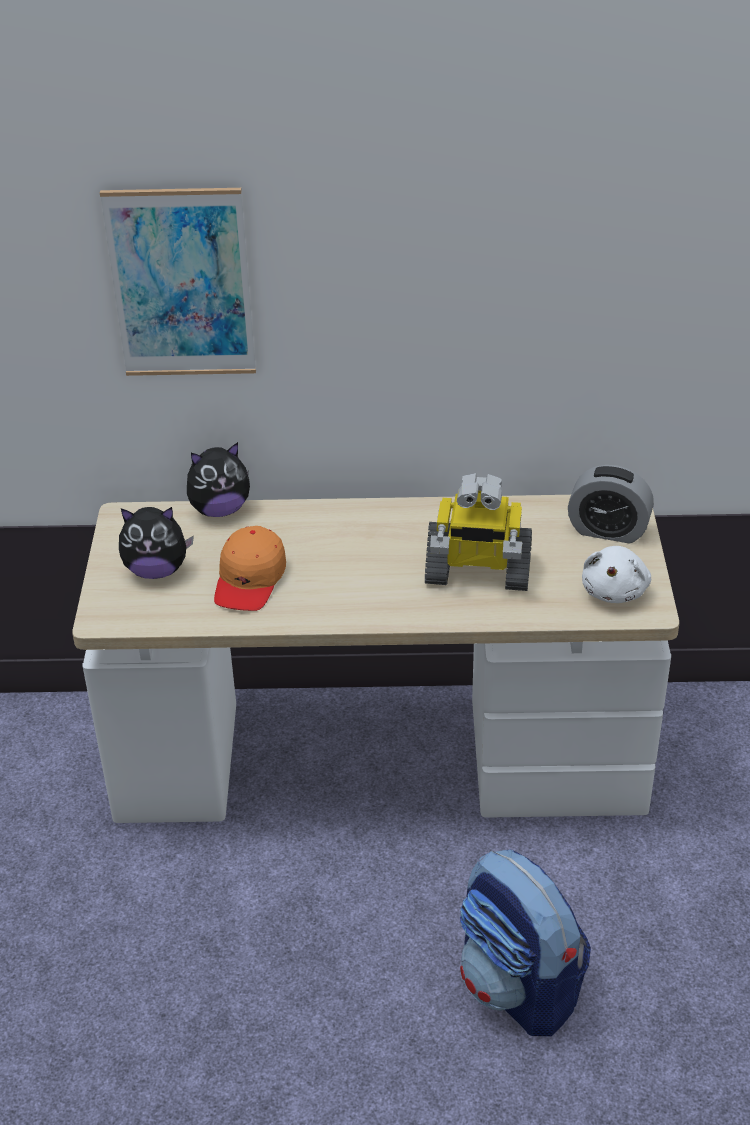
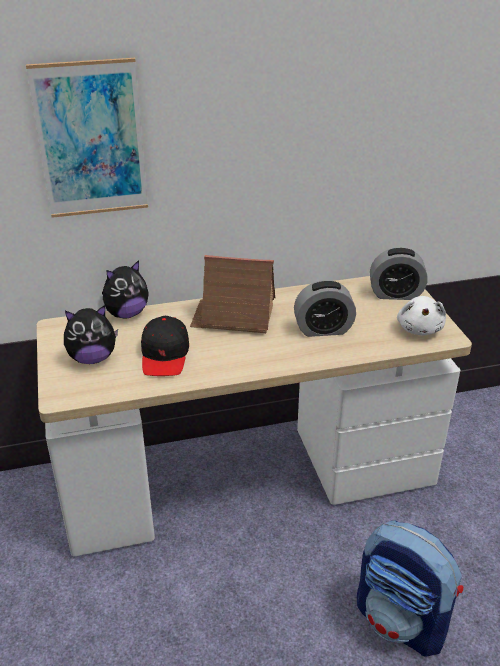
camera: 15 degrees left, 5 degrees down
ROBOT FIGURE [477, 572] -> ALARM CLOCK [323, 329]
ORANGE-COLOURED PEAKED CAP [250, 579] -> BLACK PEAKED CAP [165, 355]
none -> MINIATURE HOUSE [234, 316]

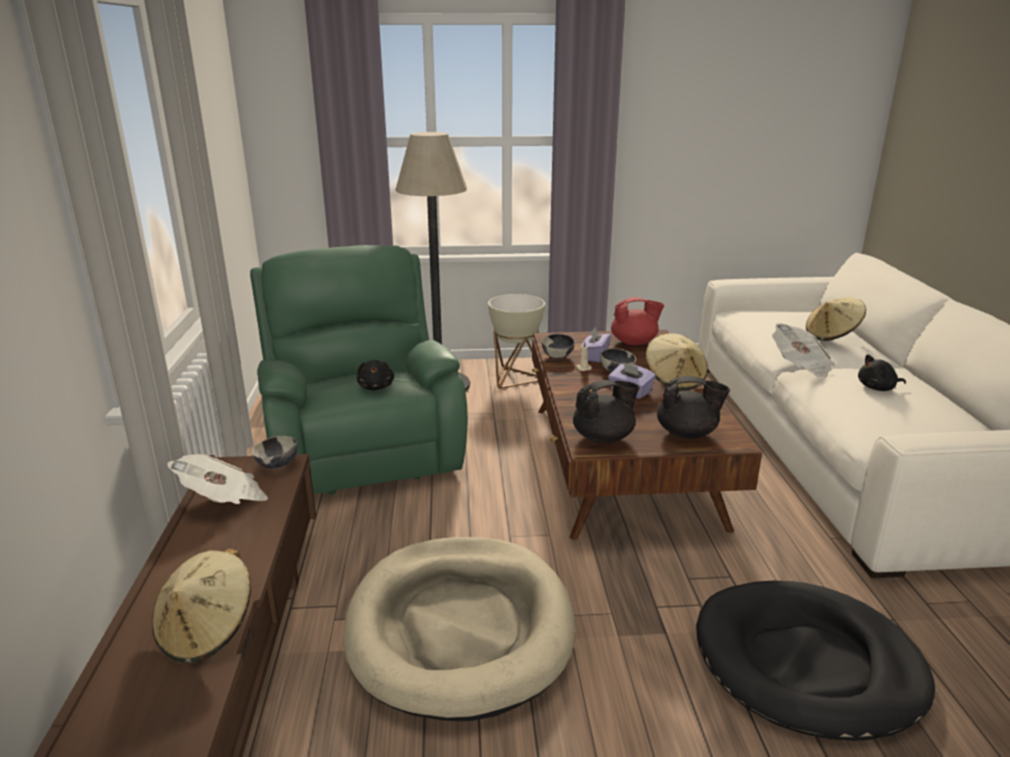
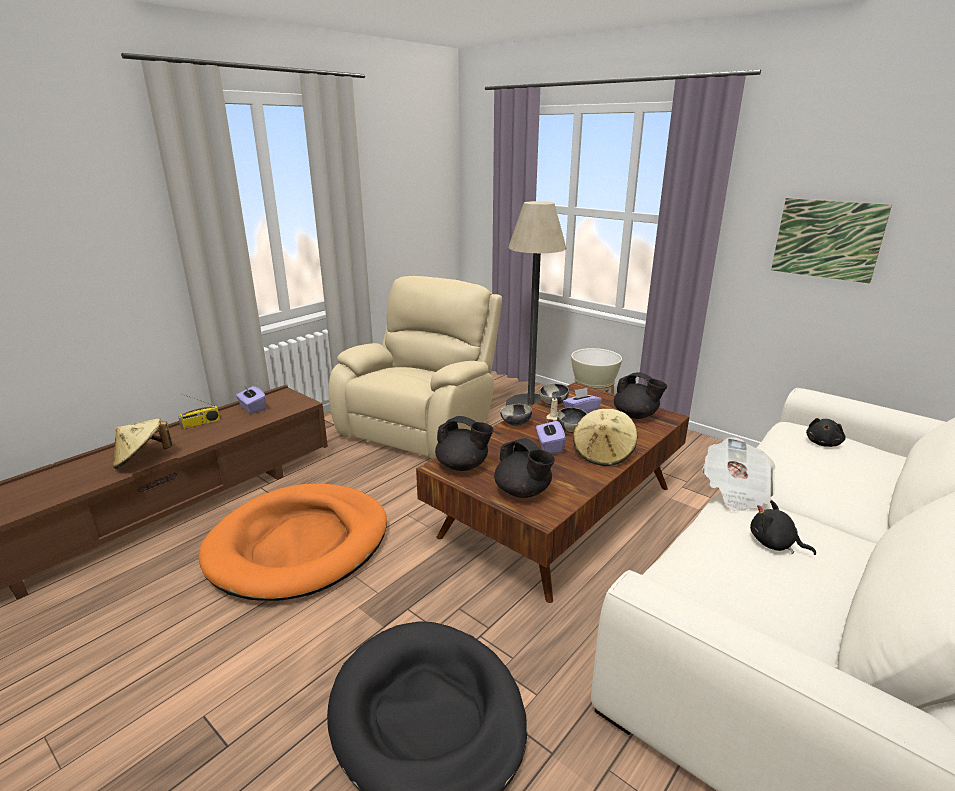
camera: 45 degrees right, 0 degrees up
GREEN ARMCHAIR [364, 451] -> BEIGE ARMCHAIR [421, 427]
RED TEAPOT [634, 342] -> BLACK TEAPOT [636, 415]
BEIGE HAT [832, 335] -> none
BLACK PLUSH TOY [376, 387] -> BLACK PLUSH TOY [823, 443], shifted
BOWL [277, 466] -> BOWL [515, 424], shifted
NEWSPAPER [224, 499] -> PURPLISH TISSUE HOLDER [252, 408]
BEIGE PET BED [460, 628] -> ORANGE-COLOURED PET BED [299, 545]
none -> PICTURE [827, 239]
none -> RADIO RECEIVER [200, 423]

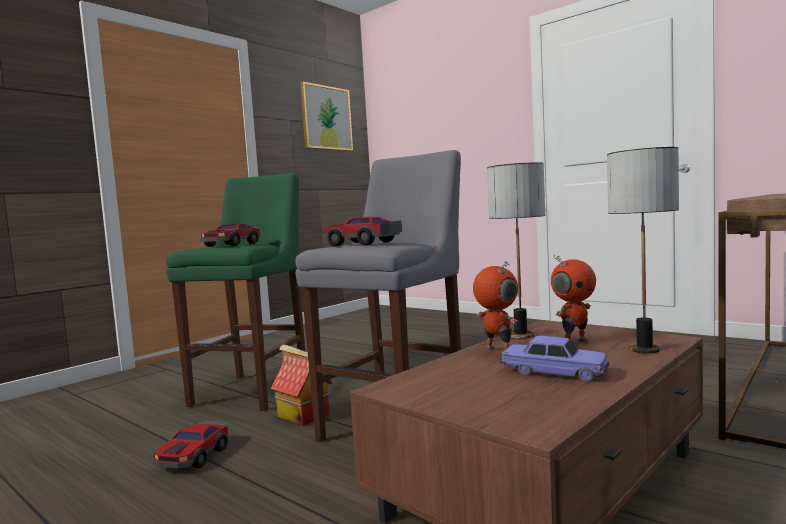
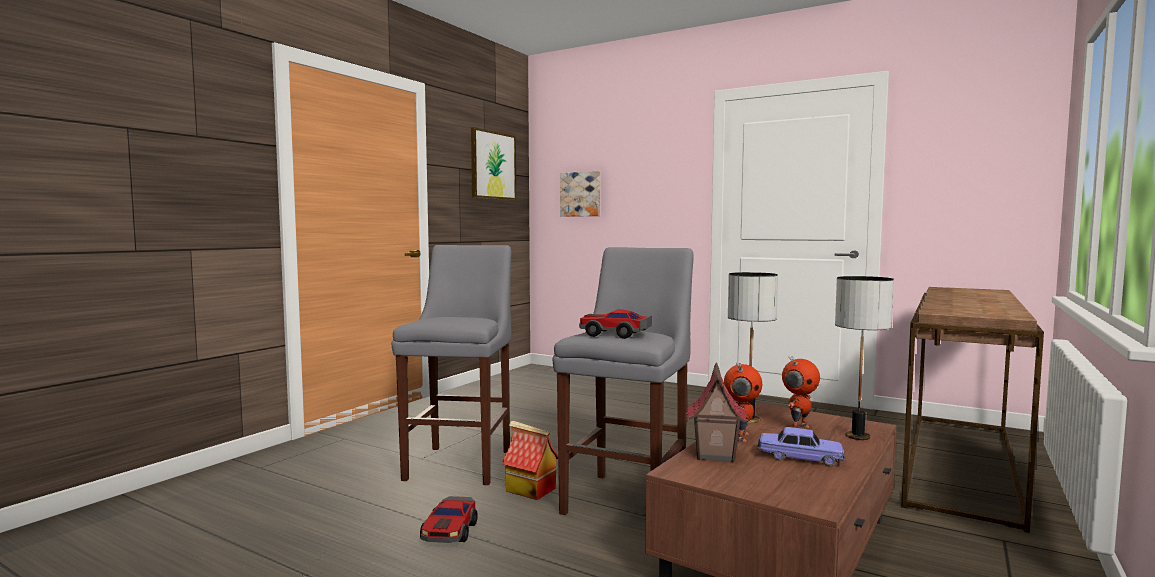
camera: 10 degrees left, 0 degrees up
GREEN STOOL SEAT [255, 390] -> GREYISH STOOL SEAT [462, 463]
MODEL CAR [232, 245] -> none
ROBOT FIGURE [497, 352] -> ROBOT FIGURE [741, 437], 60 degrees clockwise
none -> PICTURE [581, 194]
none -> MINIATURE HOUSE [714, 454]

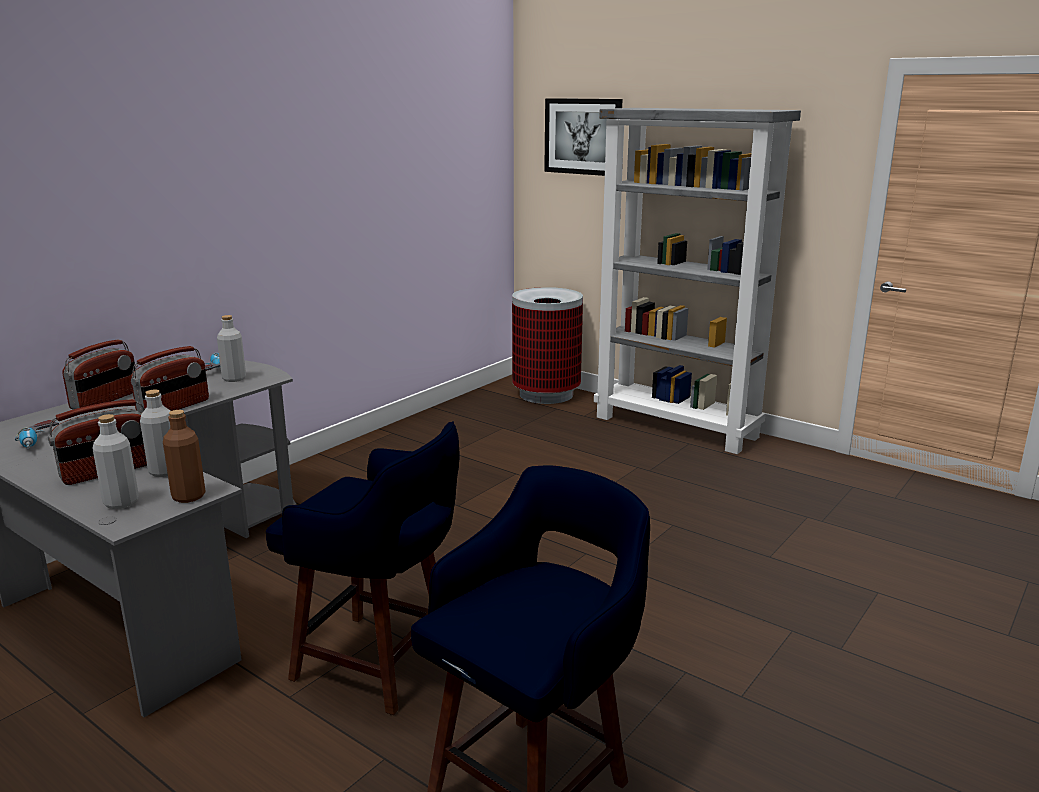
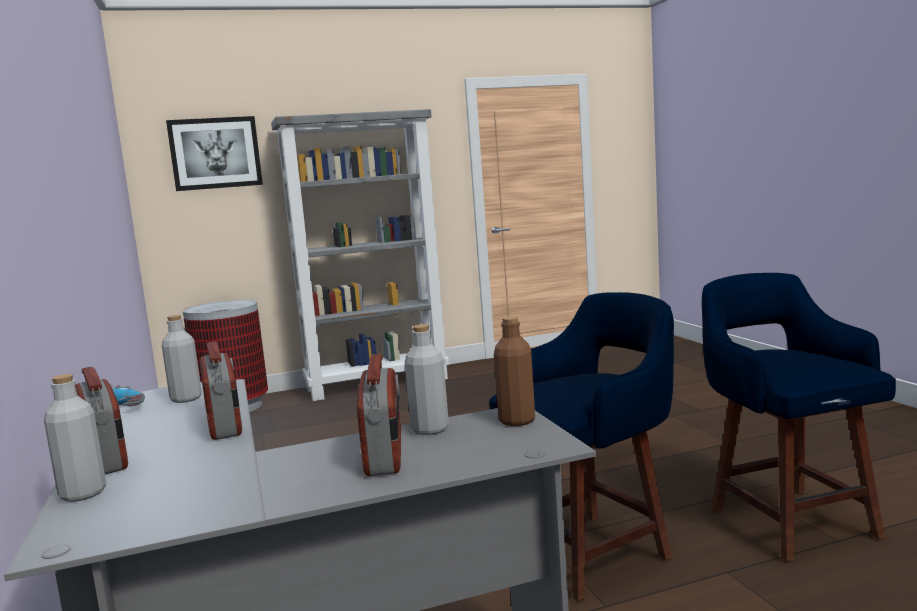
camera: 55 degrees left, 10 degrees down
GREYISH BOTTLE [121, 502] -> GREYISH BOTTLE [83, 494], shifted
DRILL [39, 442] -> none

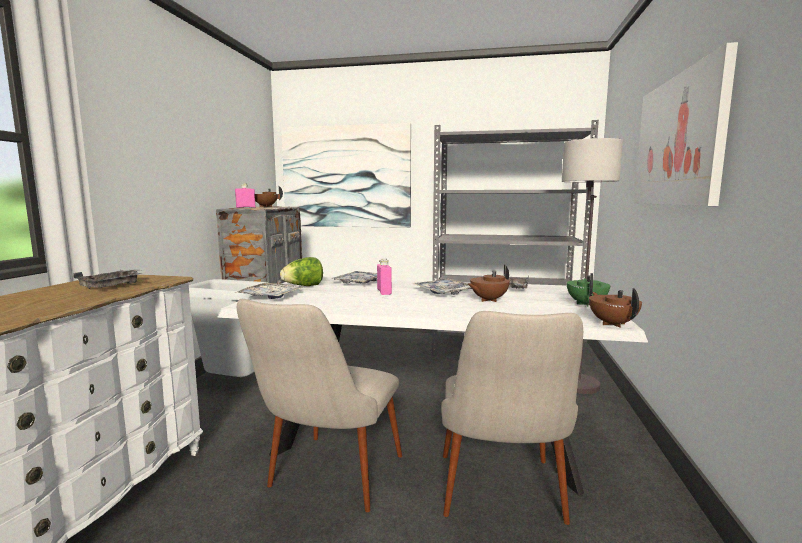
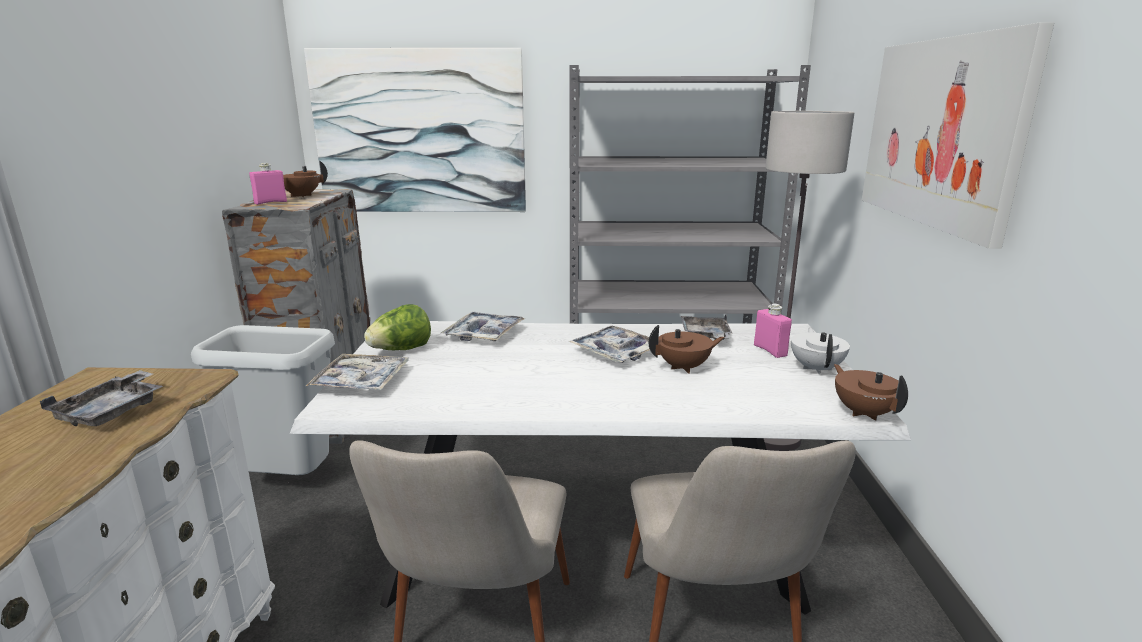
camera: 10 degrees left, 10 degrees up
PINK BOTTLE [384, 292] -> PINK BOTTLE [770, 350], shifted
BROWNISH TEAPOT [488, 300] -> BROWNISH TEAPOT [684, 368], 150 degrees counterclockwise
GREEN TEAPOT [587, 304] -> WHITISH TEAPOT [816, 368]

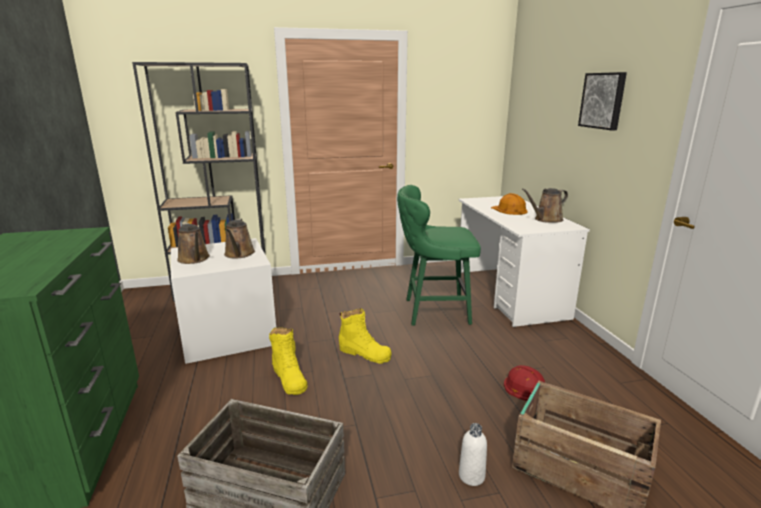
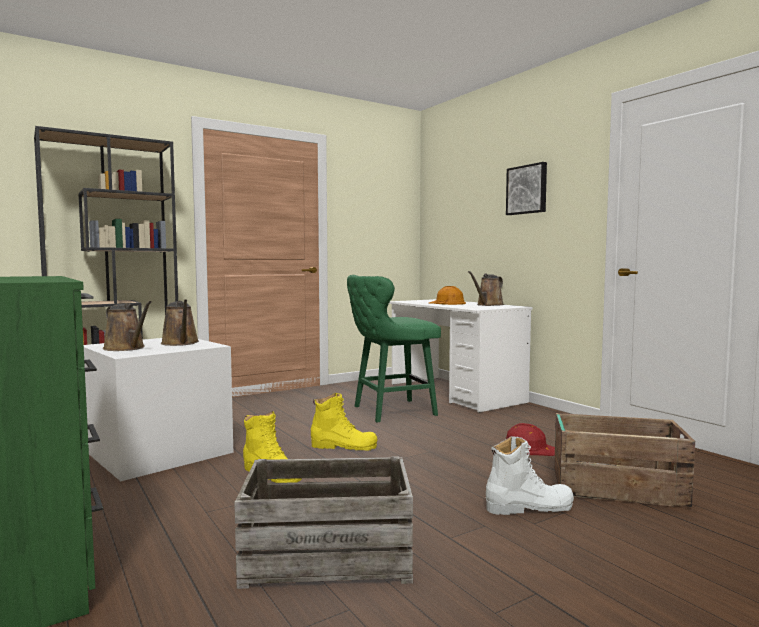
camera: 20 degrees left, 15 degrees down
WHITISH BOTTLE [471, 476] -> WHITISH TALL BOOT [529, 507]

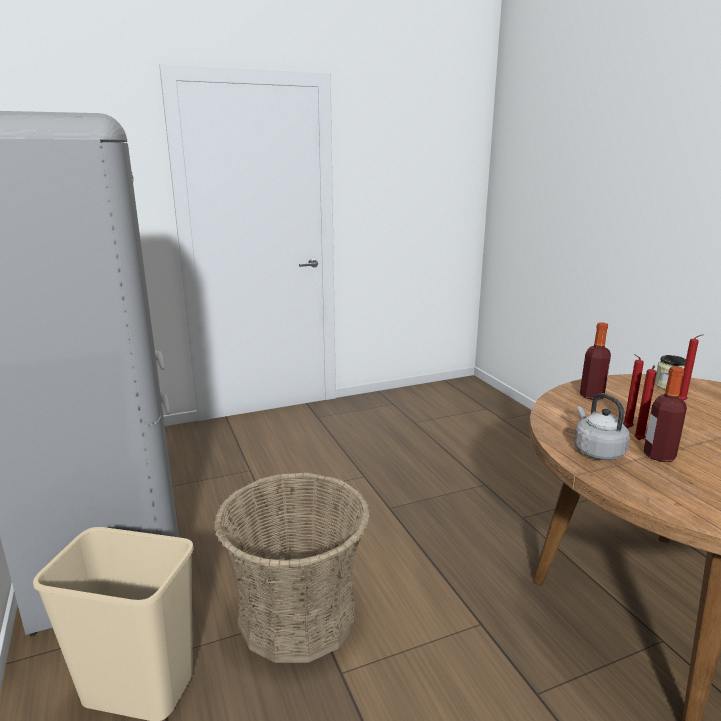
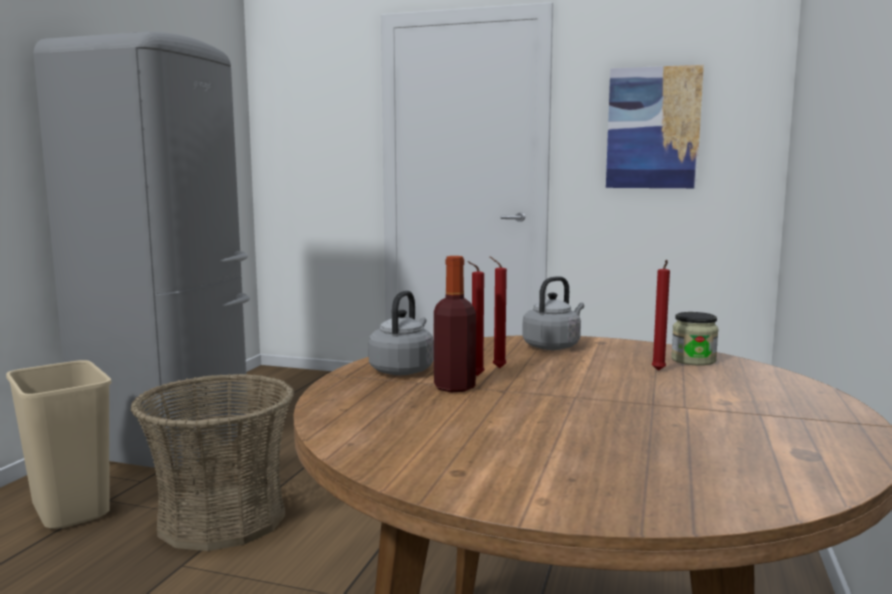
camera: 40 degrees right, 10 degrees down
BOTTLE [591, 396] -> GREYISH WATER KETTLE [553, 346]
none -> PICTURE [653, 128]

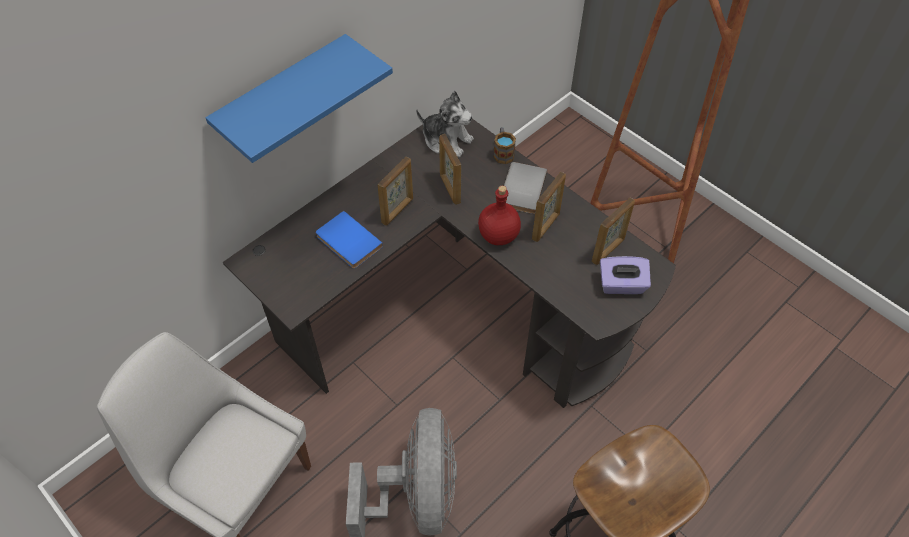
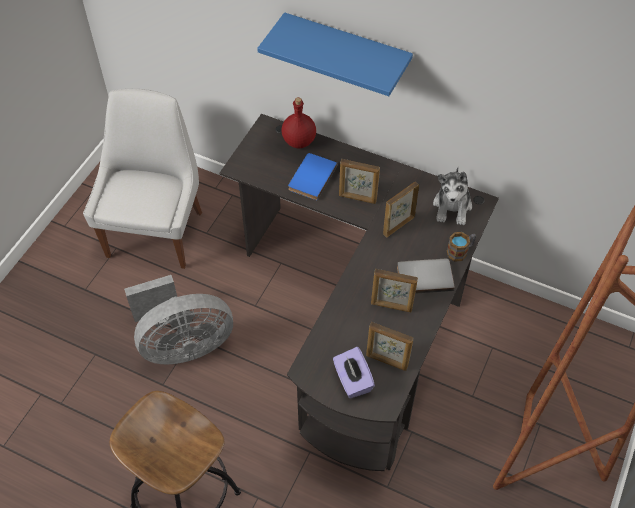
camera: 70 degrees right, 0 degrees up
RED BOTTLE [499, 235] -> RED BOTTLE [299, 142], shifted

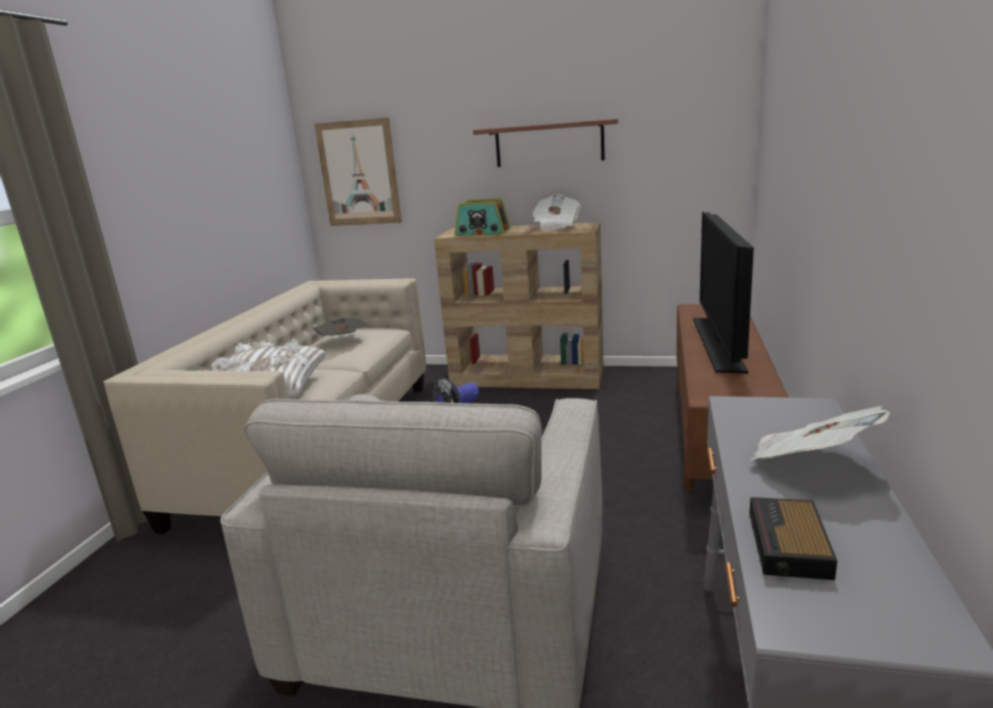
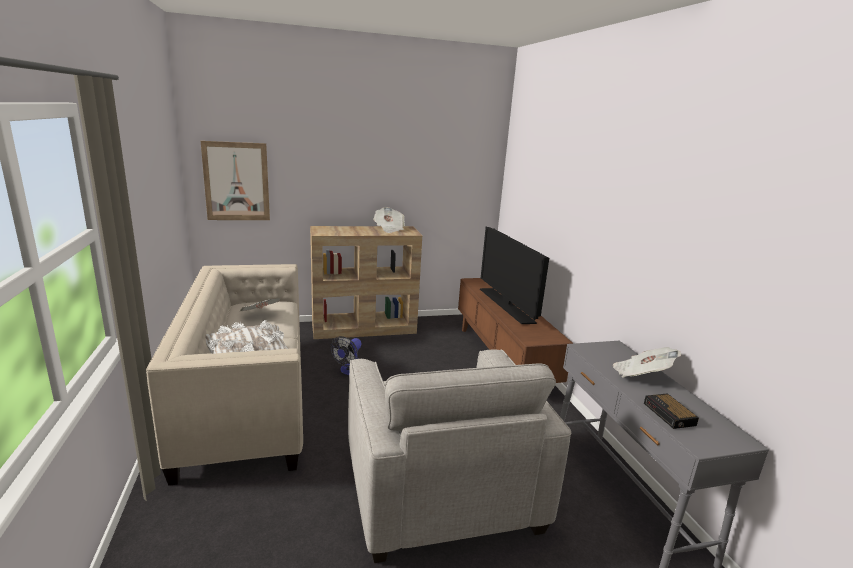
camera: 30 degrees left, 0 degrees up
BRACKET SHELF [549, 144] -> none
RADIO RECEIVER [482, 233] -> none

